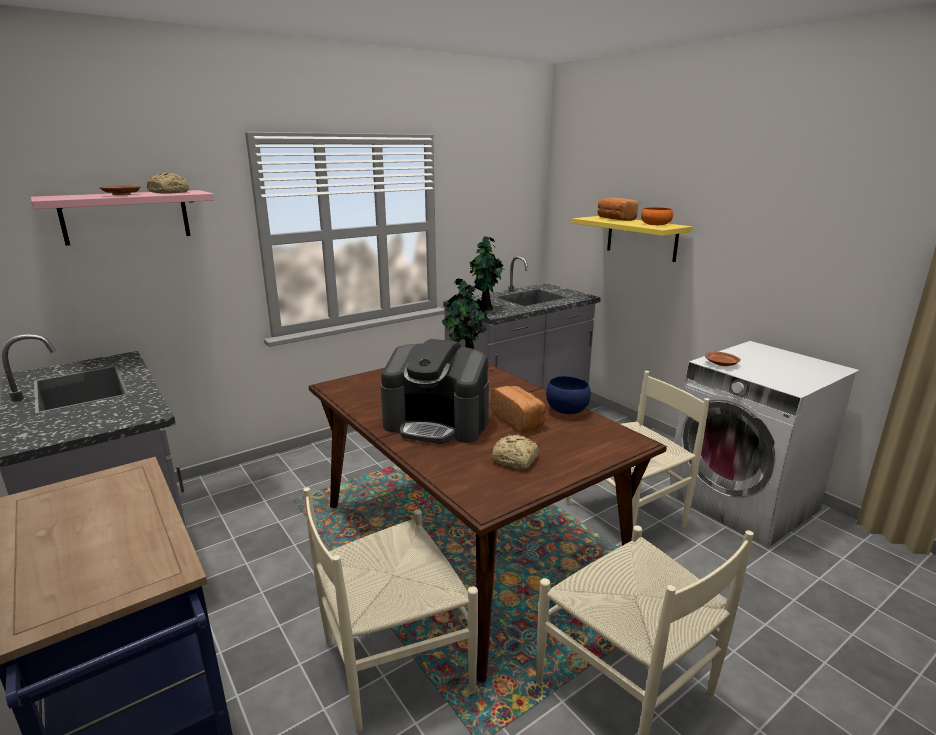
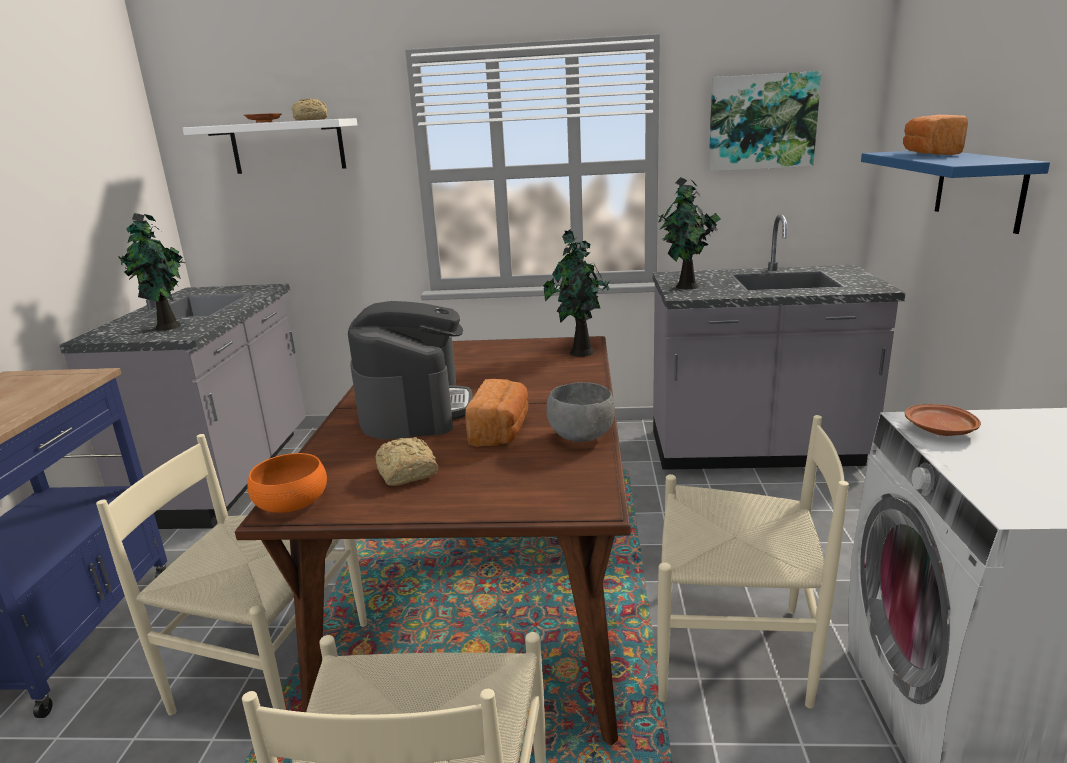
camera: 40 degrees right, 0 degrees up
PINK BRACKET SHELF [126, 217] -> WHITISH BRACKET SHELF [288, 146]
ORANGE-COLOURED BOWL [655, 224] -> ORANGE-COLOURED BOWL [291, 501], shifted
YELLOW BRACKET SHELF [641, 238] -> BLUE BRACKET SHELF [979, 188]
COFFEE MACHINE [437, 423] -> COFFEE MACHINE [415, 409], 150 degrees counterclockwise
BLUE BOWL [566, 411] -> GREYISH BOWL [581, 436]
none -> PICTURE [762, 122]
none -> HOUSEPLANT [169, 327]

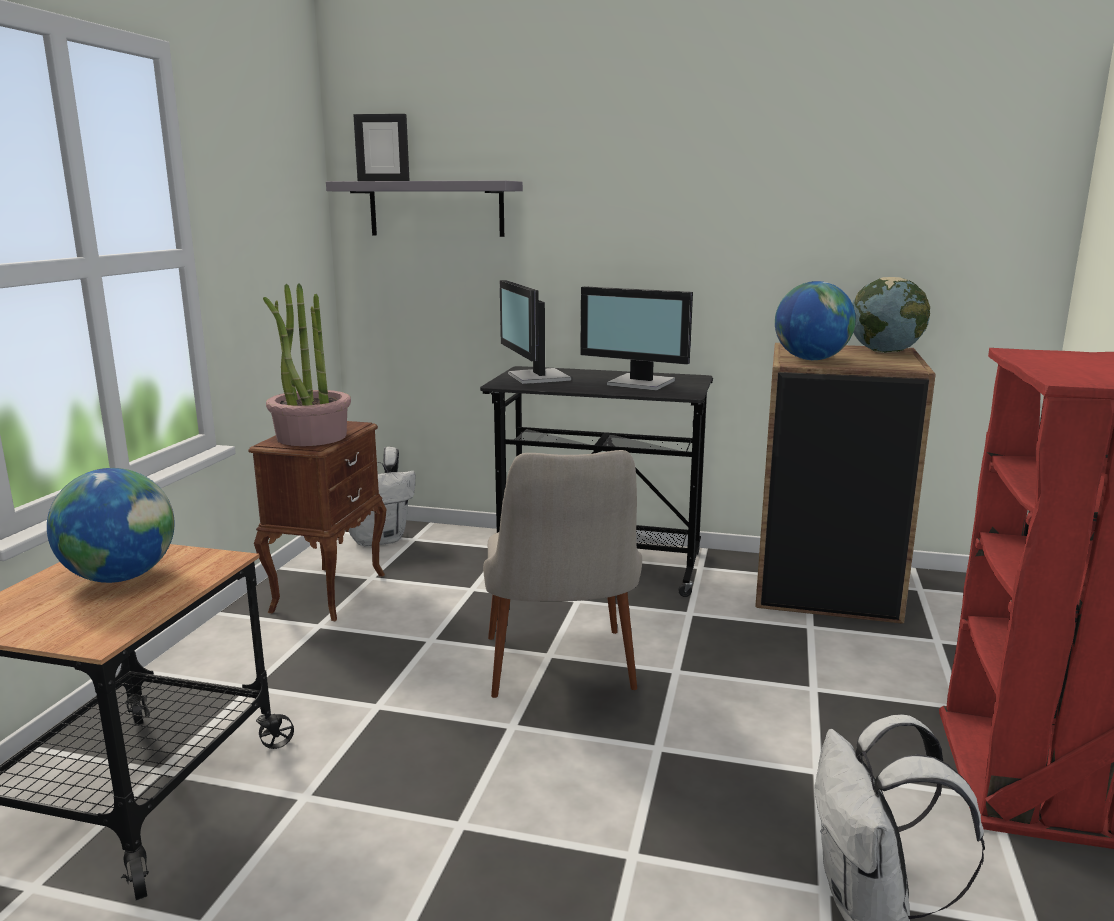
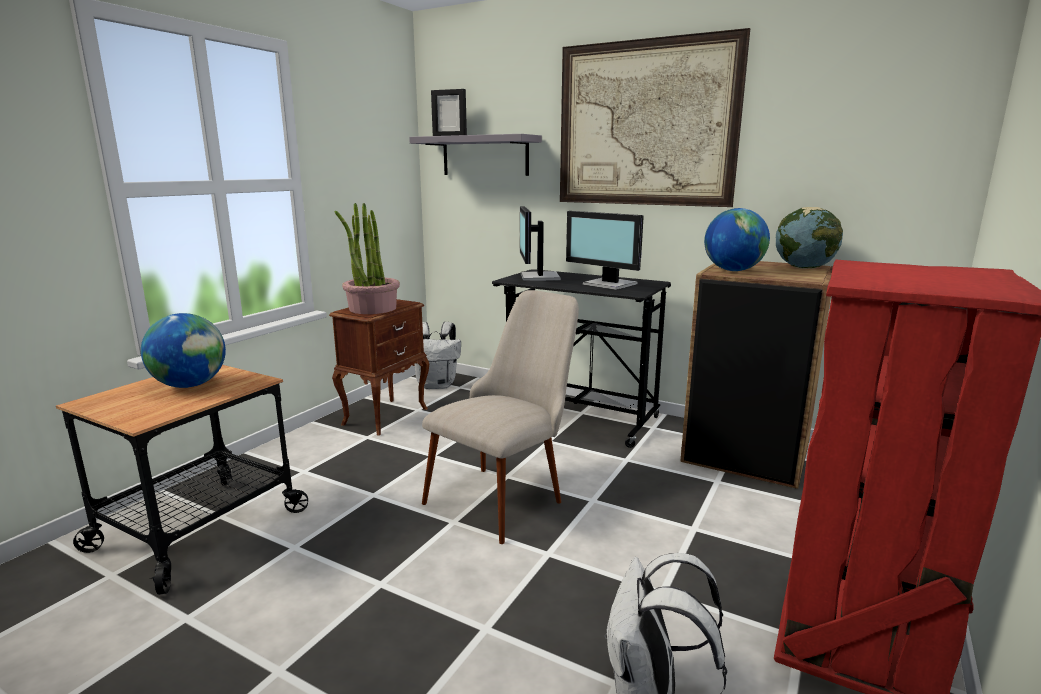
camera: 15 degrees right, 0 degrees up
BEIGE PLAIN CHAIR [561, 677] -> BEIGE PLAIN CHAIR [507, 493], 150 degrees counterclockwise
none -> PICTURE [645, 124]

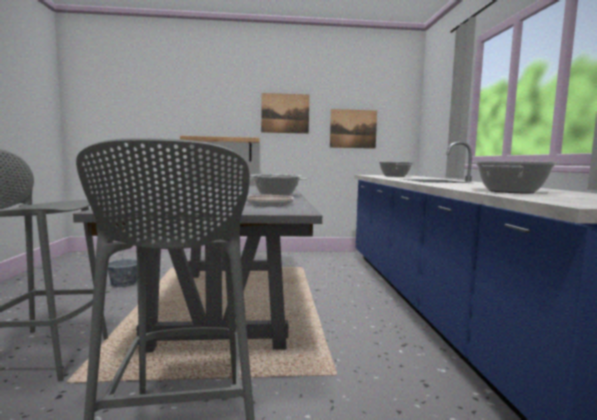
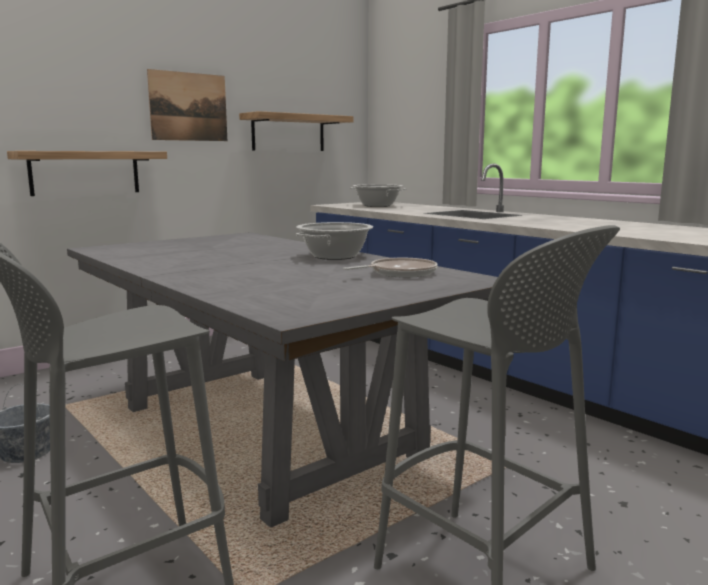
camera: 35 degrees left, 5 degrees up
PICTURE [353, 129] -> BRACKET SHELF [288, 133]
SAUCEPOT [510, 191] -> none

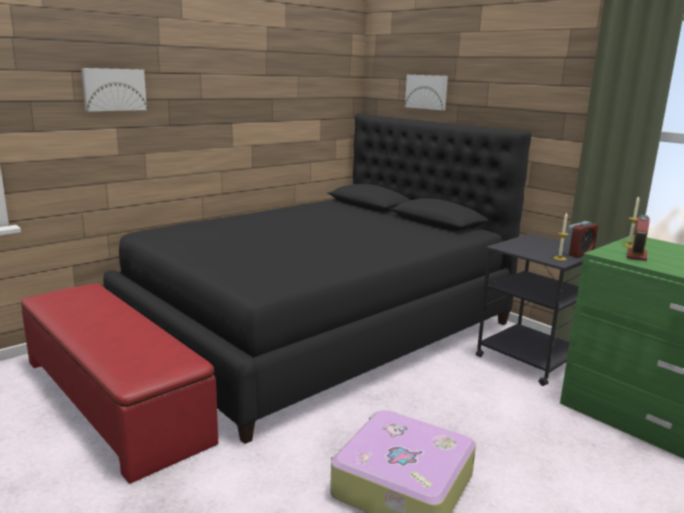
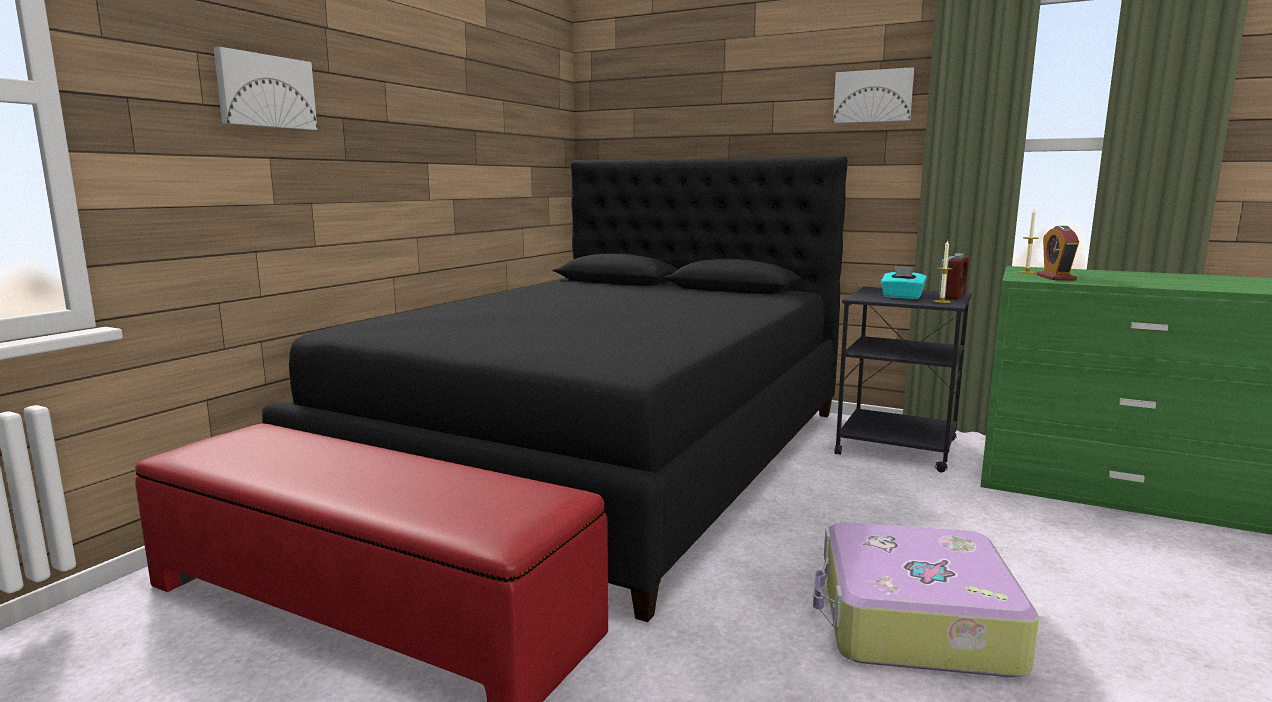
camera: 20 degrees left, 5 degrees down
PICTURE [427, 92] -> PICTURE [873, 96], shifted
none -> BLUE-GREEN TISSUE HOLDER [902, 297]

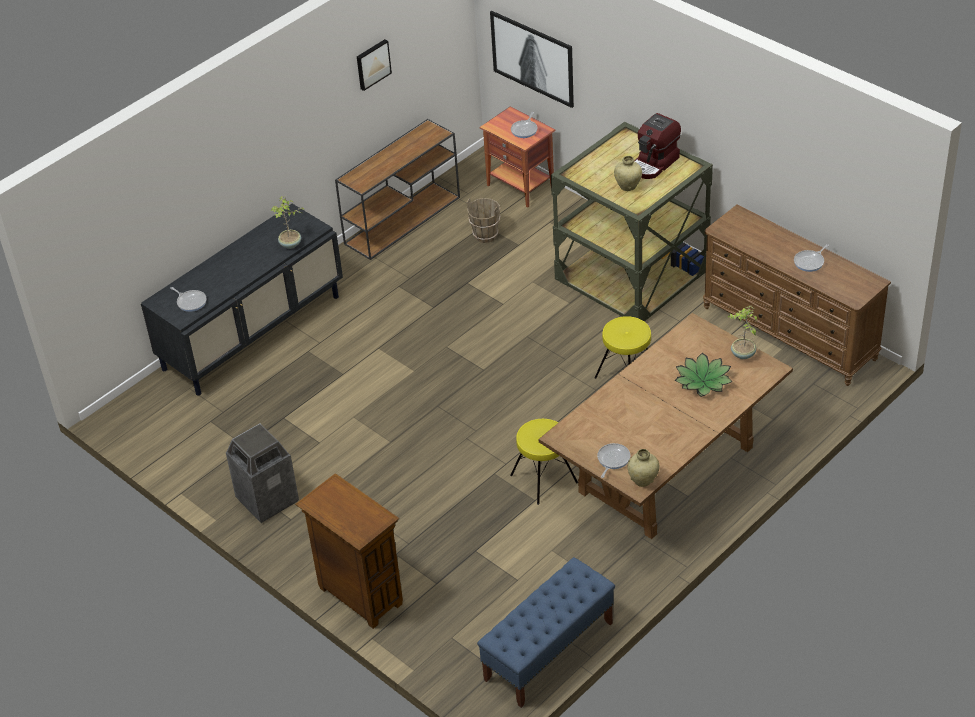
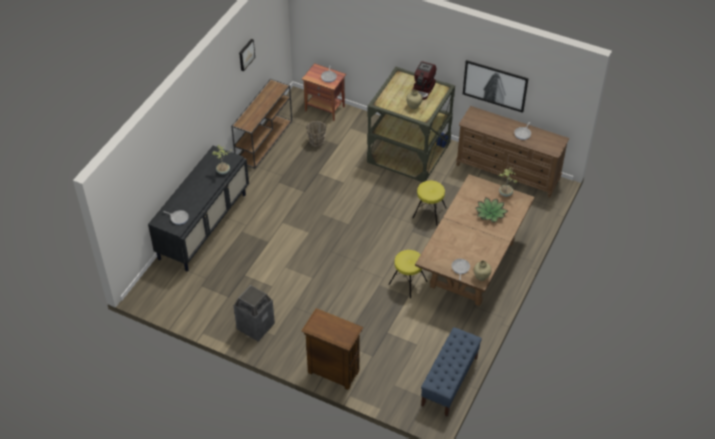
camera: 20 degrees left, 5 degrees up
PICTURE [533, 58] -> PICTURE [495, 85], shifted

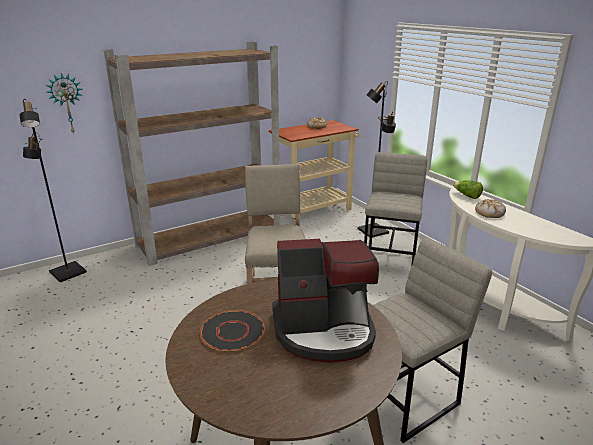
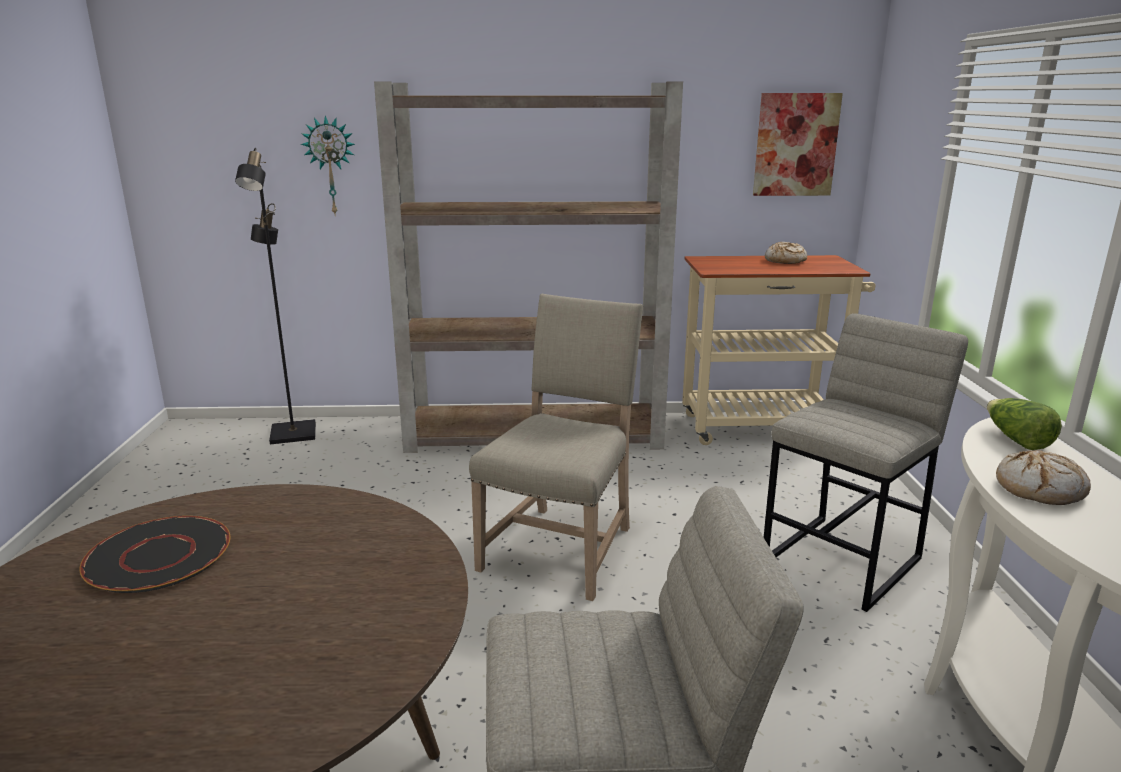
camera: 30 degrees right, 5 degrees down
BLACK STANDING LAMP [373, 231] -> none
COFFEE MACHINE [324, 330] -> none
none -> PICTURE [795, 145]

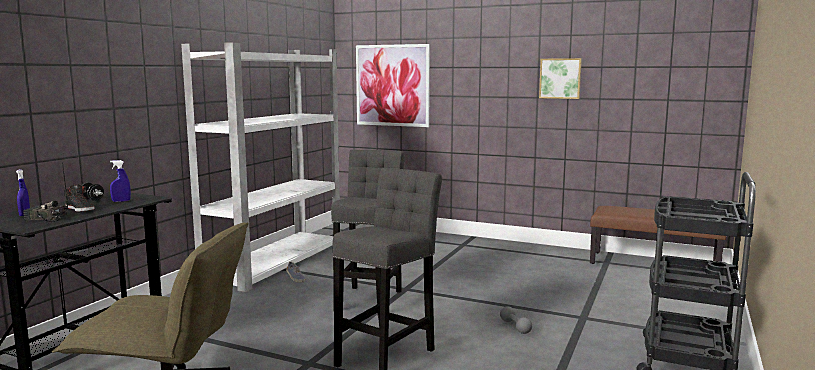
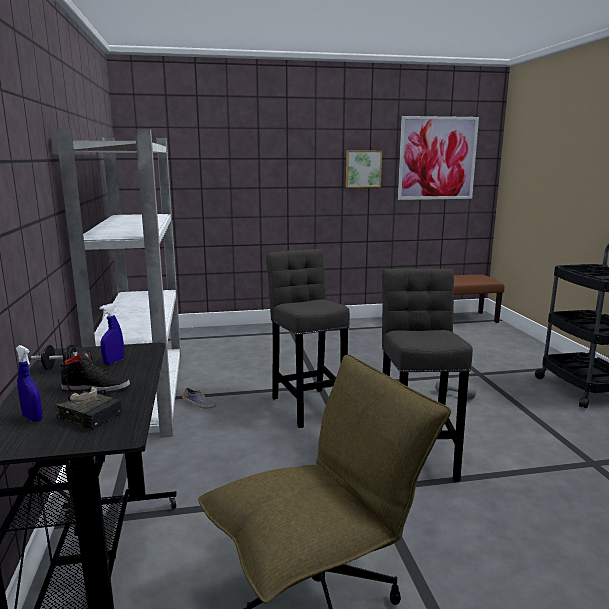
camera: 35 degrees left, 5 degrees up
PICTURE [392, 85] -> PICTURE [437, 158], shifted
RADIO RECEIVER [46, 218] -> RADIO RECEIVER [91, 414], 120 degrees counterclockwise

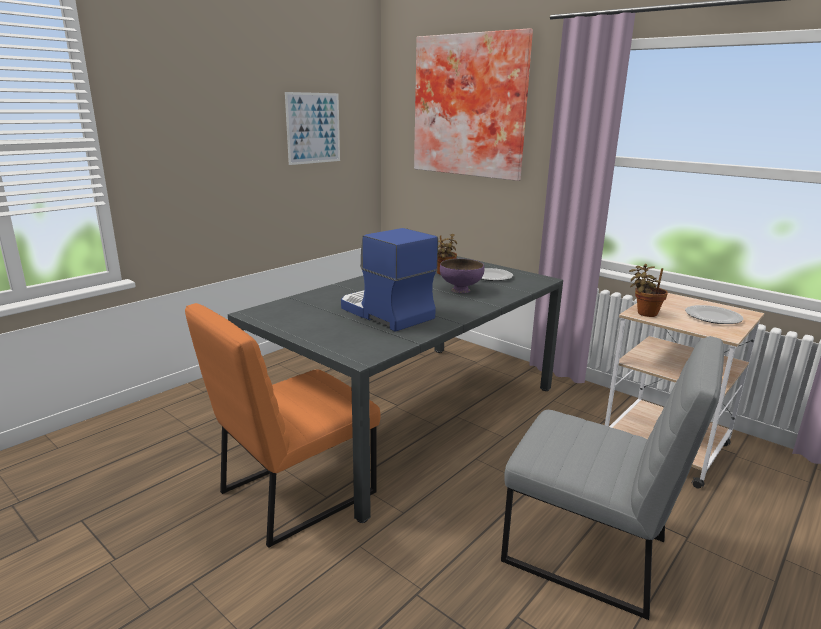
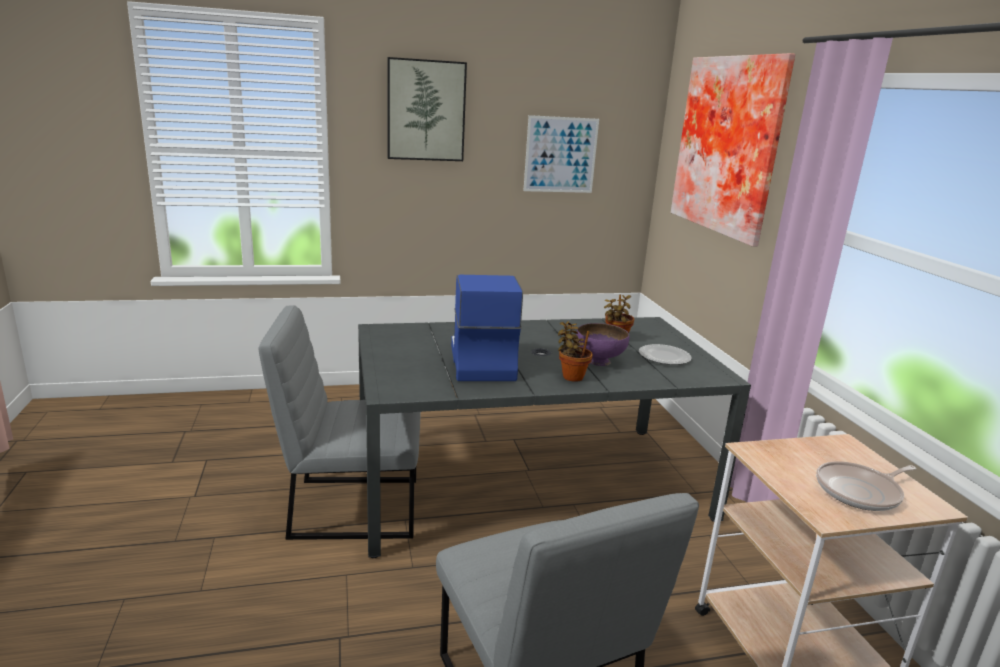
camera: 35 degrees right, 0 degrees up
HOUSEPLANT [644, 313] -> HOUSEPLANT [571, 376], shifted
ORANGE-COLOURED PLAIN CHAIR [293, 493] -> GREYISH PLAIN CHAIR [351, 507]
DINNER PLATE [713, 317] -> SKILLET [860, 492]
none -> PICTURE [426, 110]

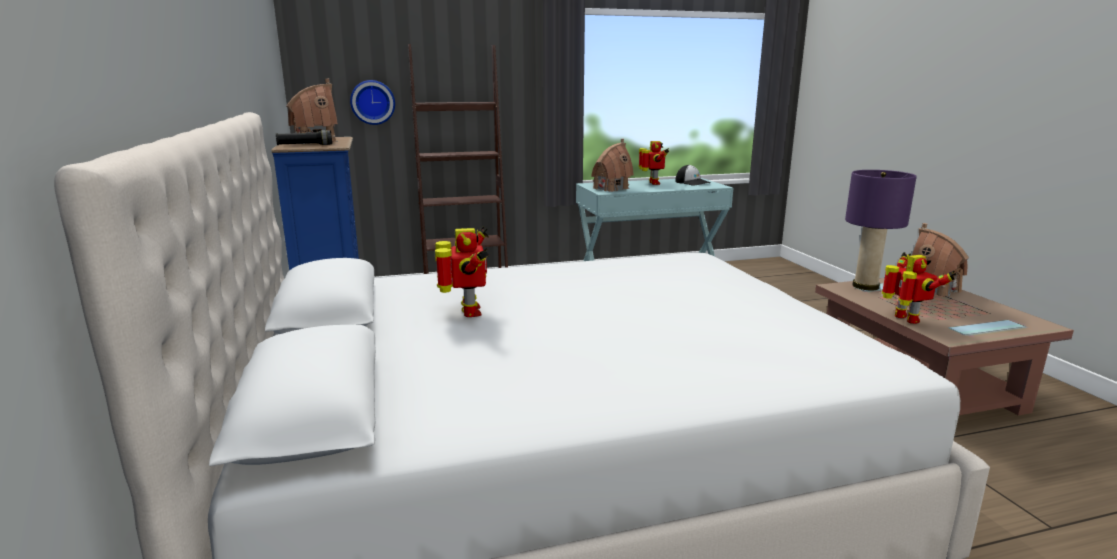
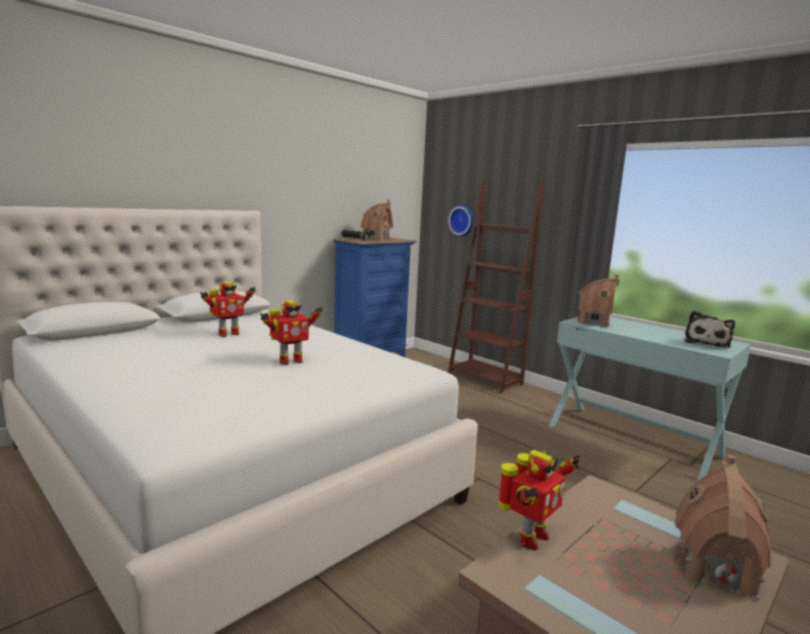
camera: 60 degrees right, 5 degrees down
ROBOT FIGURE [653, 183] -> ROBOT FIGURE [289, 361], shifted
PEAKED CAP [692, 182] -> PLUSH TOY [706, 343]
PURPLISH TABLE LAMP [866, 286] -> none

